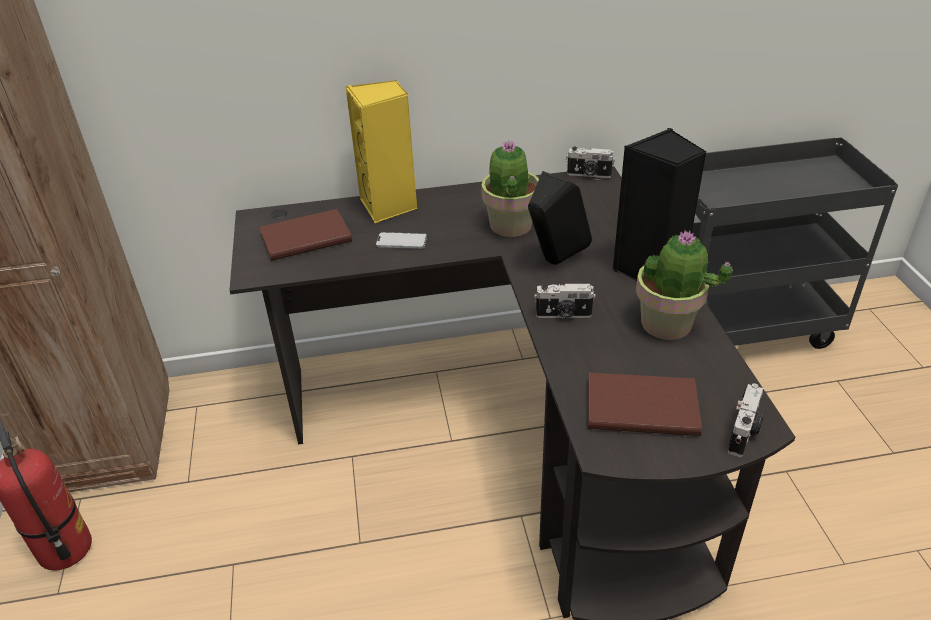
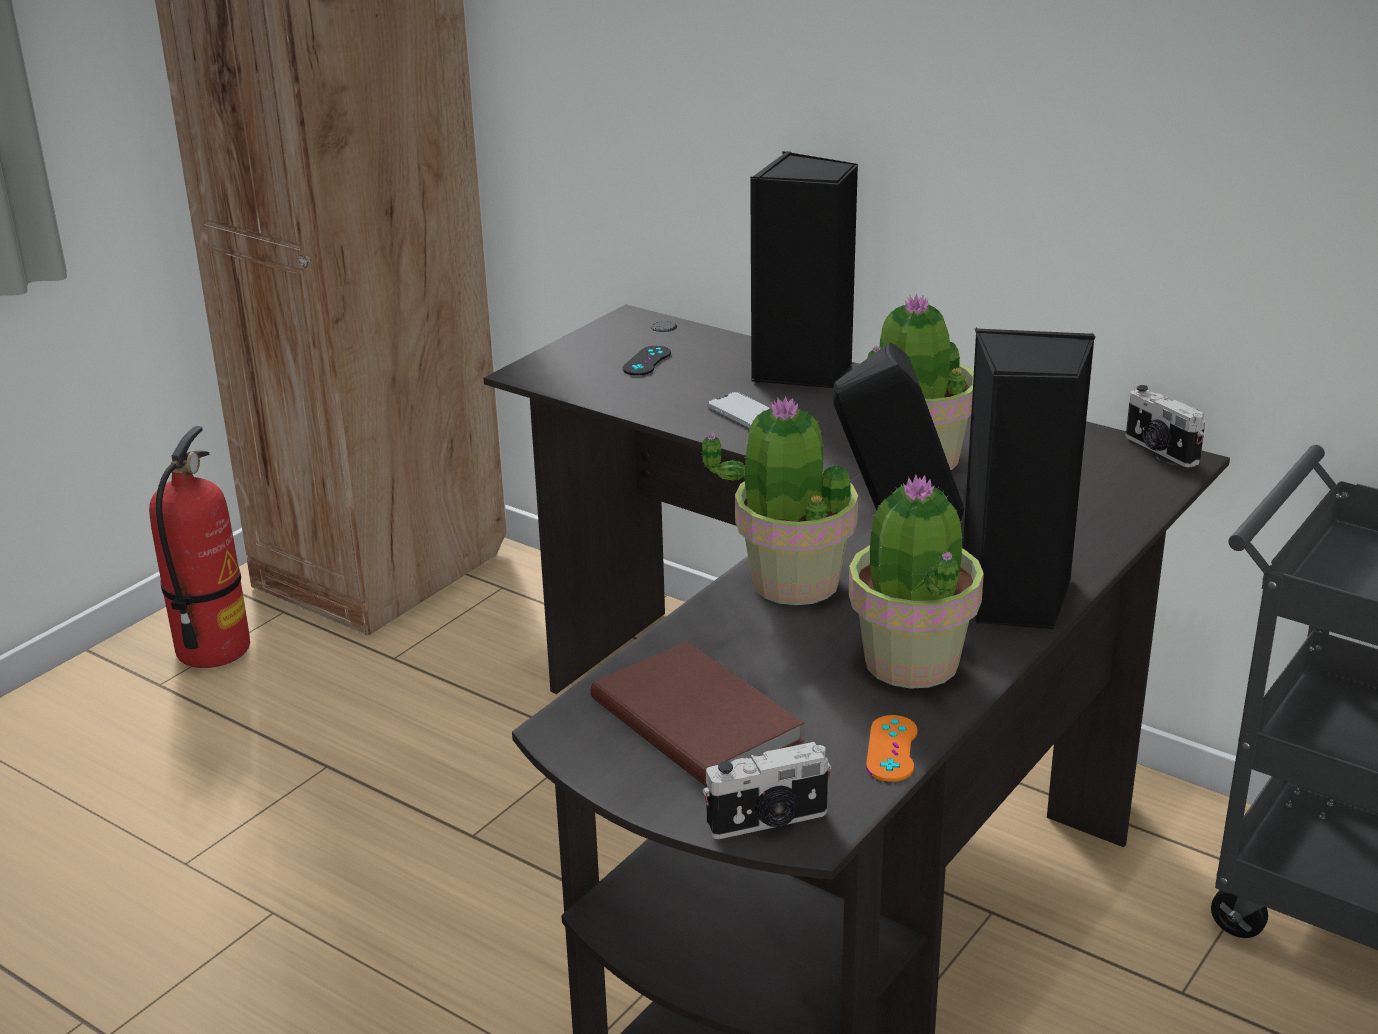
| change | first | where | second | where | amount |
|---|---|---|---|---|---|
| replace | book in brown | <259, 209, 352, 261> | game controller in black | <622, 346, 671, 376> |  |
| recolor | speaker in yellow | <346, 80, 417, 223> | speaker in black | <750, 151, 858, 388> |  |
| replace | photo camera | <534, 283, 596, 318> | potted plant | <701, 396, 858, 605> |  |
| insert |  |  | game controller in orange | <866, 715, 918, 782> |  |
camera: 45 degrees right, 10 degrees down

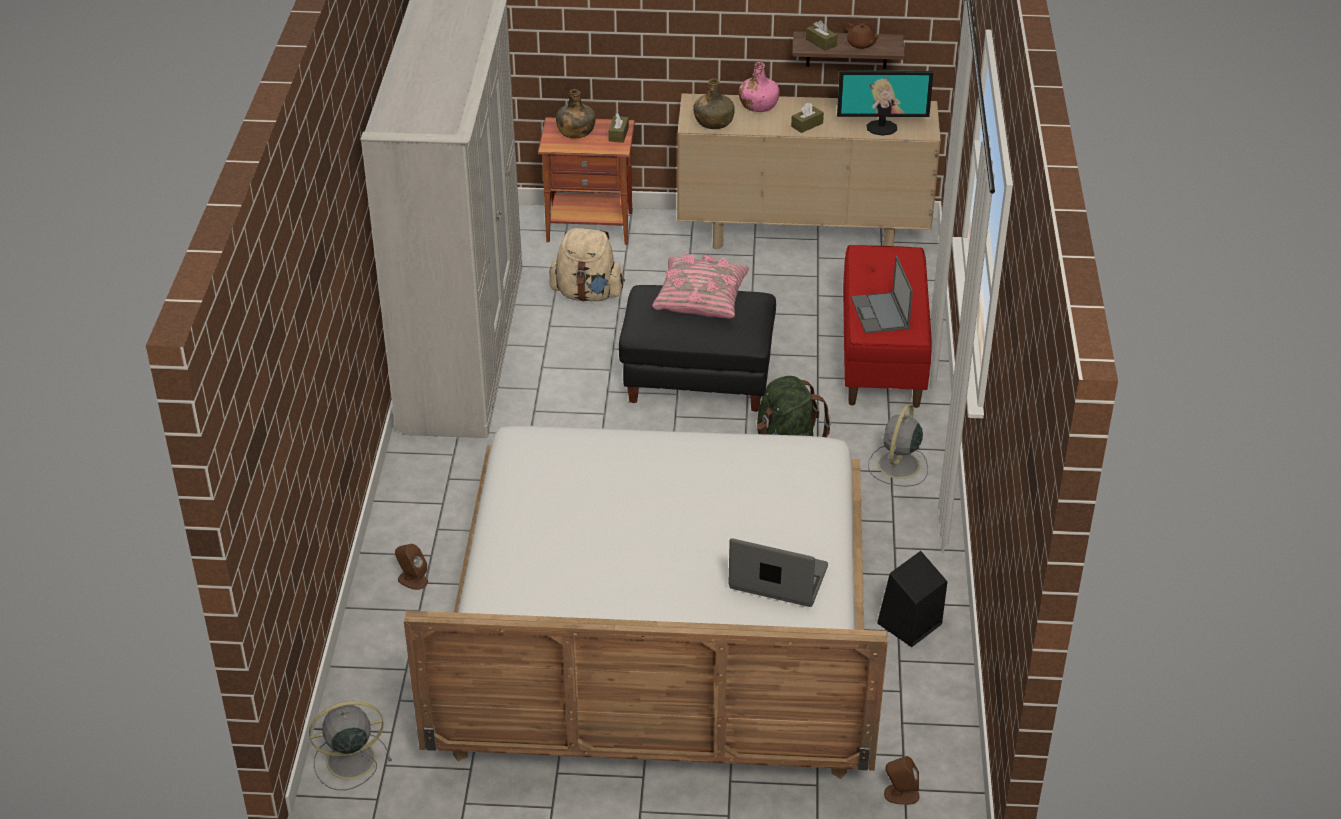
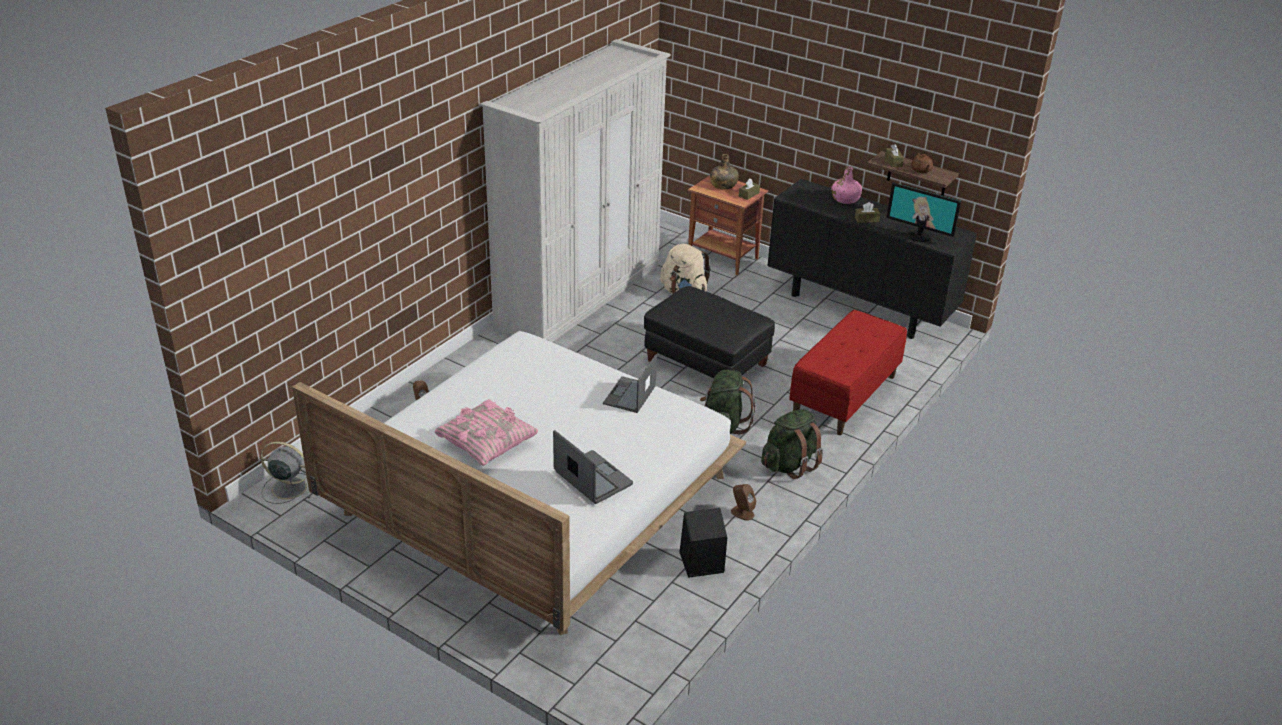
| change | first | where | second | where | amount |
|---|---|---|---|---|---|
| move | pillow in pink | <652, 252, 749, 319> |  | <435, 399, 538, 466> |  |
| recolor | dresser in beige | <677, 93, 941, 249> | dresser in black | <768, 179, 977, 339> |  |
| delete | bottle in green | <693, 78, 735, 129> |  |  |  |
| move | laptop | <851, 256, 913, 333> |  | <603, 354, 657, 413> |  |
| replace | fan in grey | <868, 404, 928, 487> | backpack in green | <761, 410, 823, 479> |  |
| move | speaker in brown | <884, 756, 919, 805> |  | <731, 484, 756, 521> |  |
camera: 30 degrees right, 5 degrees down

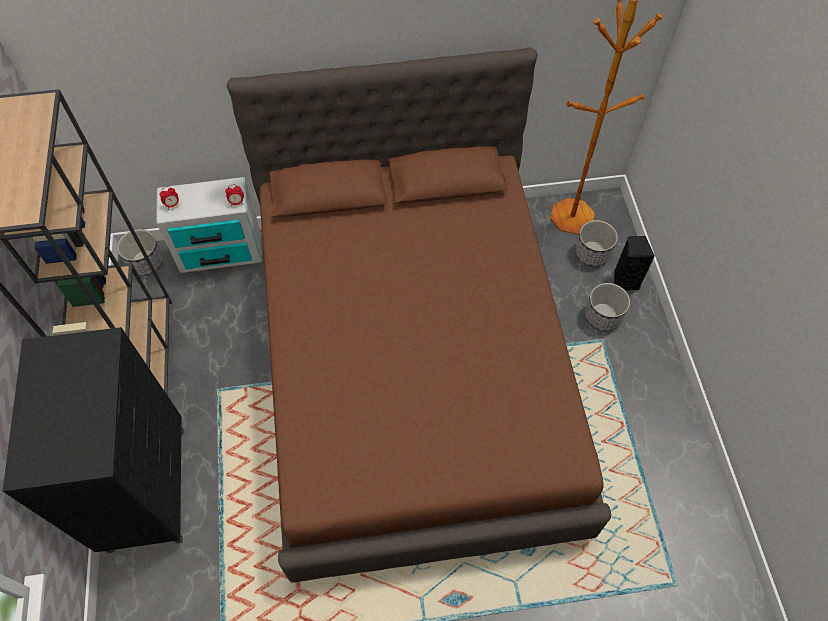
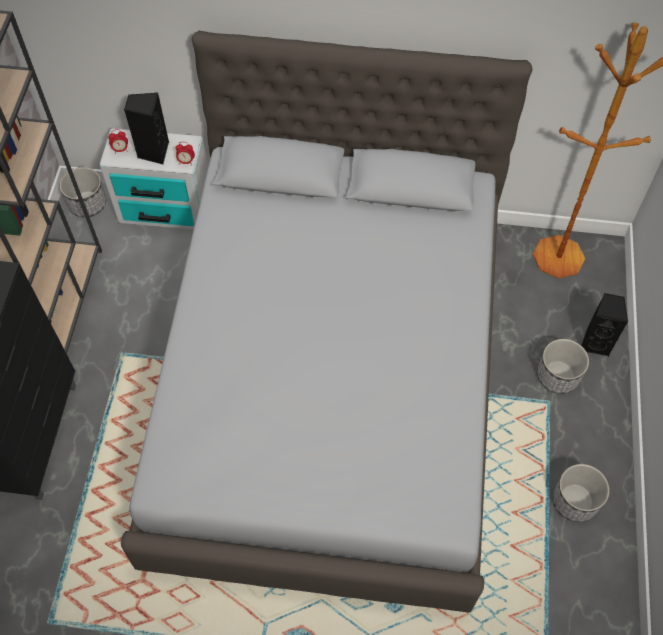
| change | first | where | second | where | amount |
|---|---|---|---|---|---|
| recolor | bed in brown | <227, 47, 611, 582> | bed in grey | <121, 31, 532, 612> |  |
| move | planter | <575, 220, 618, 267> |  | <553, 464, 610, 522> |  |
| insert |  |  | speaker in black | <124, 92, 169, 165> |  |
camera: 15 degrees right, 0 degrees up

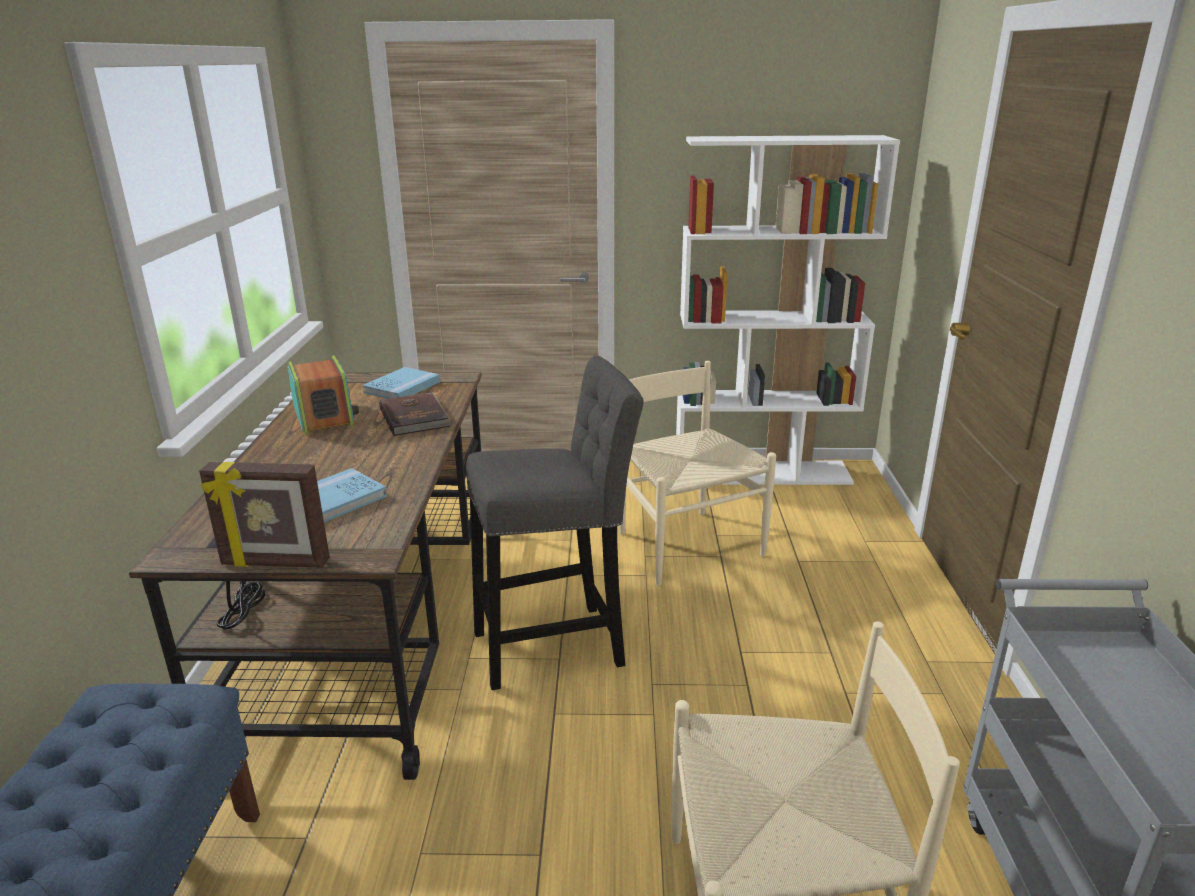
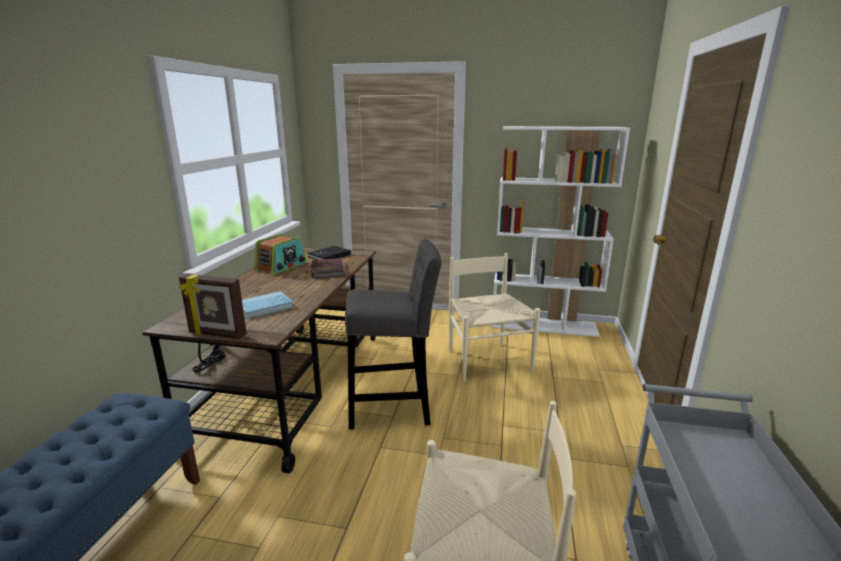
| change | first | where | second | where | amount |
|---|---|---|---|---|---|
| rotate | radio | <287, 356, 359, 435> |  | <254, 234, 307, 275> | 45 degrees clockwise |
| recolor | book in blue | <362, 367, 440, 399> | book in black | <308, 246, 351, 260> |  |
camera: 10 degrees right, 5 degrees down

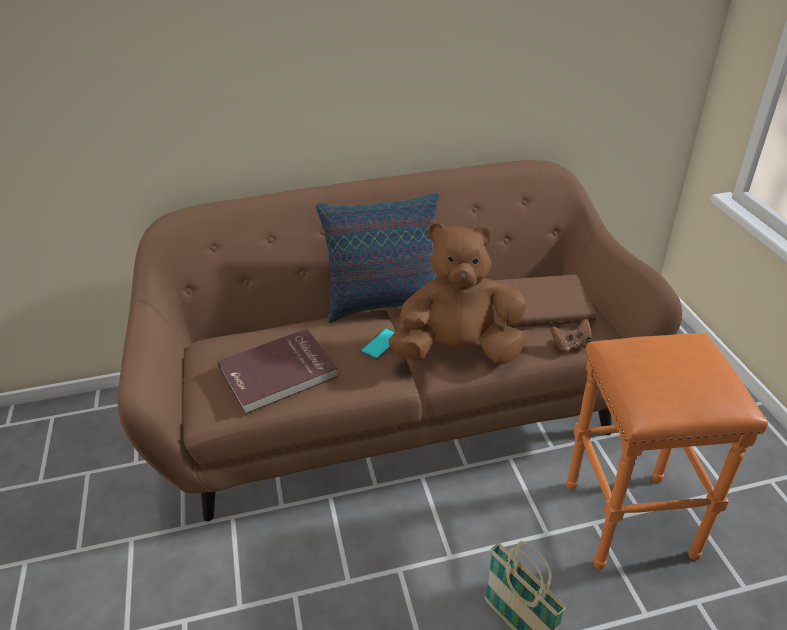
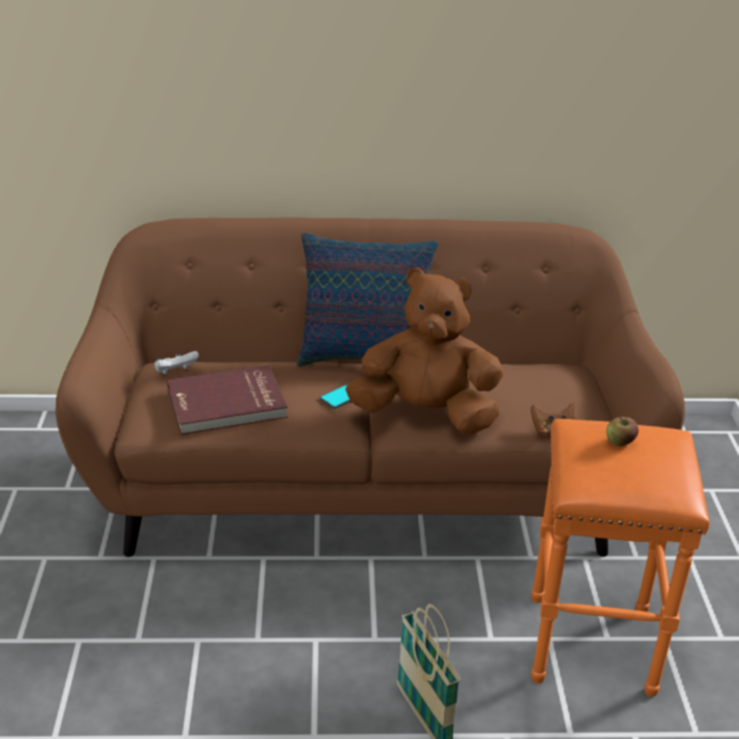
| change | first | where | second | where | amount |
|---|---|---|---|---|---|
| delete | book in brown | <493, 274, 597, 328> |  |  |  |
| insert |  |  | game controller in white | <155, 351, 199, 374> |  |
| insert |  |  | apple | <606, 417, 639, 446> |  |
camera: 10 degrees right, 5 degrees down

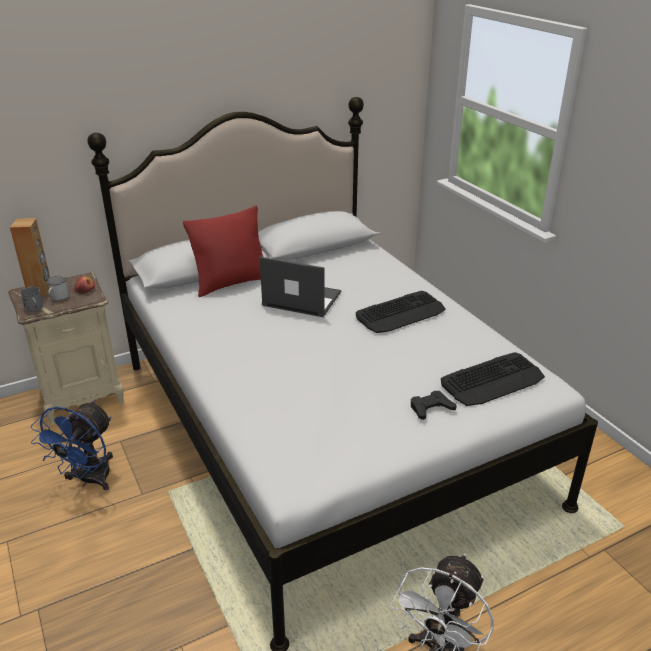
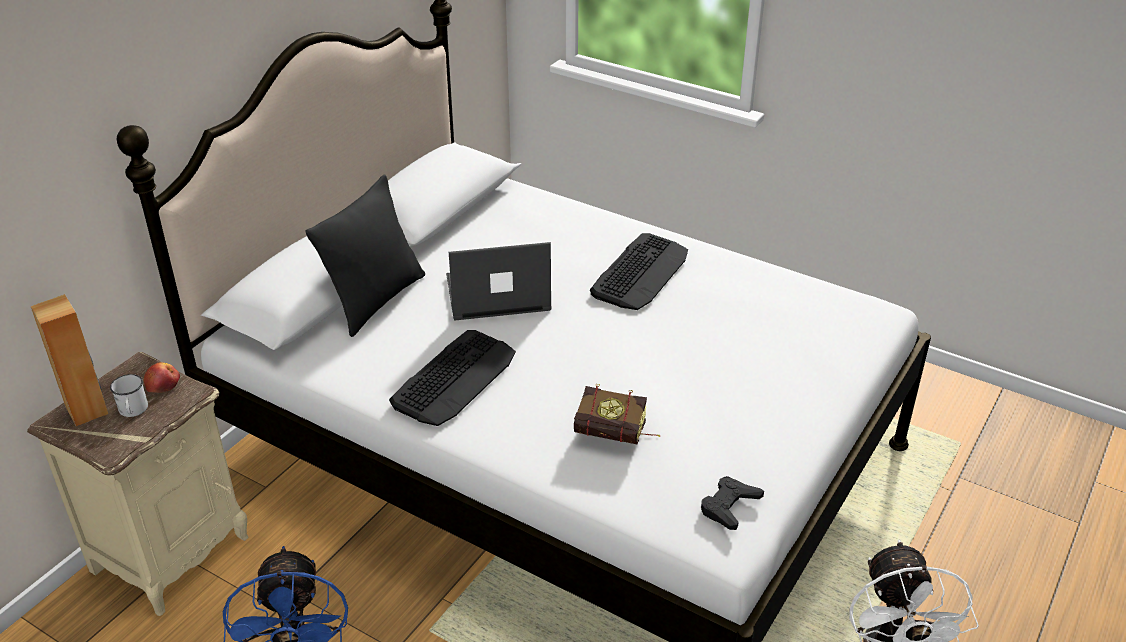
| change | first | where | second | where | amount |
|---|---|---|---|---|---|
| delete | mug in grey | <20, 286, 43, 312> |  |  |  |
| recolor | pillow in red | <183, 205, 263, 297> | pillow in black | <306, 174, 425, 337> |  |
| move | game controller in black | <411, 391, 457, 420> |  | <701, 476, 764, 530> |  |
| move | keyboard | <441, 352, 545, 406> |  | <389, 330, 516, 426> |  |
| insert |  |  | book | <574, 384, 660, 444> |  |
camera: 30 degrees left, 5 degrees up

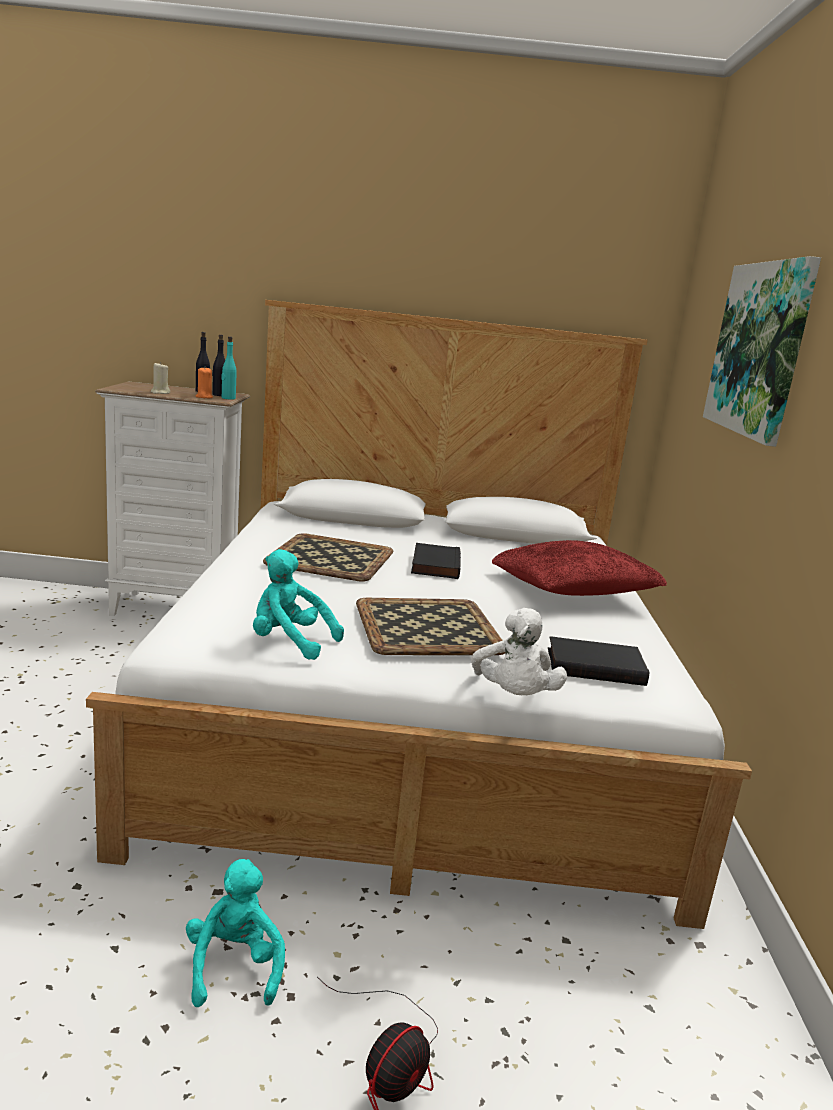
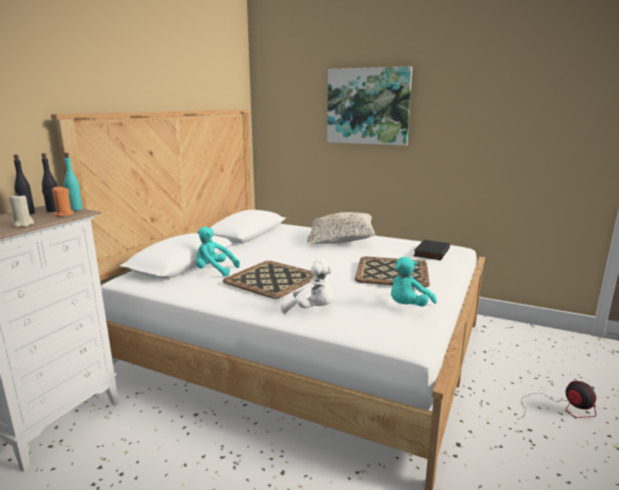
| change | first | where | second | where | amount |
|---|---|---|---|---|---|
| move | plush toy in turquoise | <186, 859, 285, 1007> |  | <196, 227, 240, 276> |  |
| delete | book in black | <411, 543, 461, 579> |  |  |  |
| move | plush toy in white | <471, 608, 567, 695> |  | <281, 259, 334, 313> |  |
| recolor | pillow in red | <492, 540, 667, 596> | pillow in beige | <307, 212, 375, 244> |  |
camera: 65 degrees left, 0 degrees up

